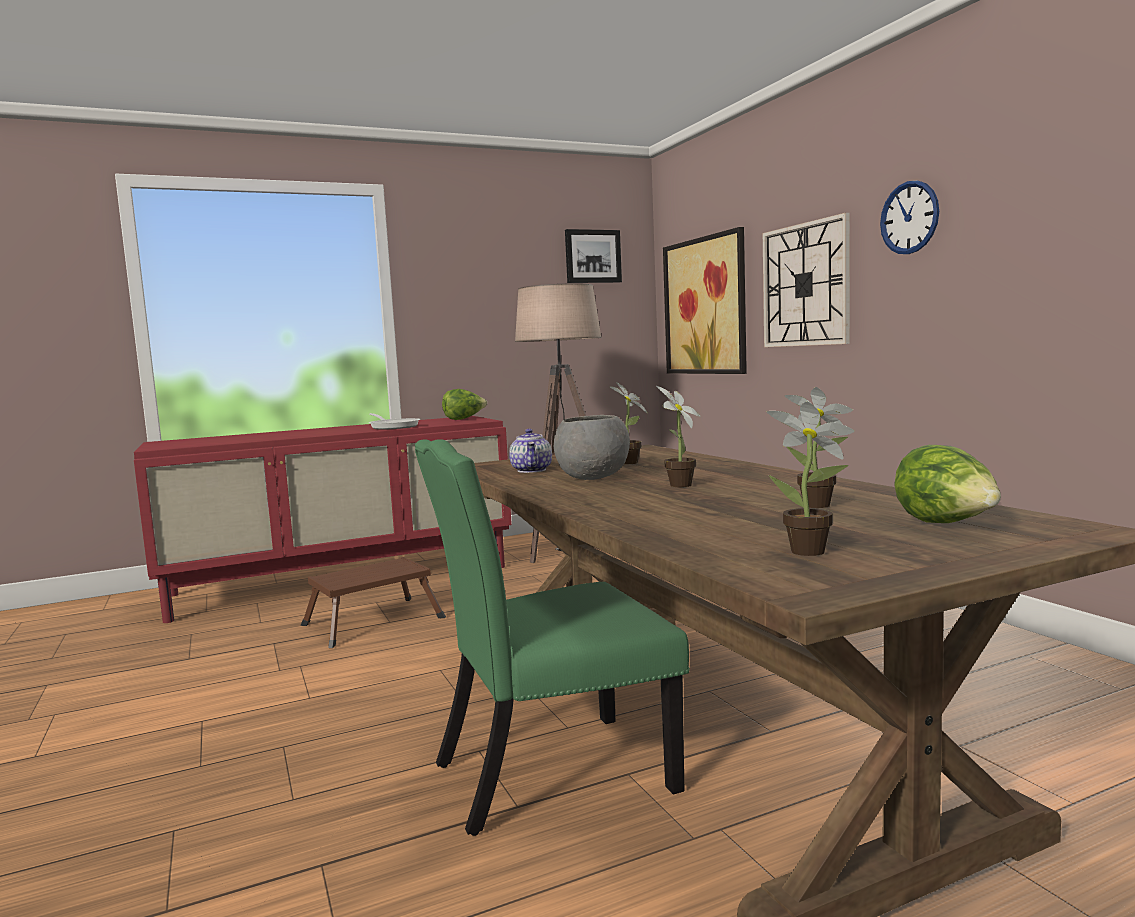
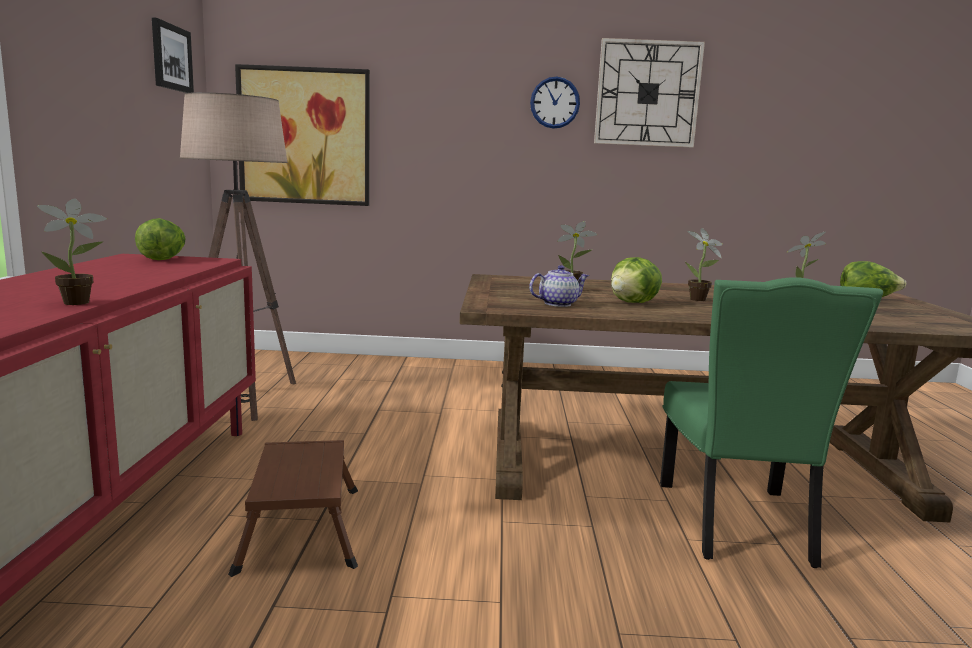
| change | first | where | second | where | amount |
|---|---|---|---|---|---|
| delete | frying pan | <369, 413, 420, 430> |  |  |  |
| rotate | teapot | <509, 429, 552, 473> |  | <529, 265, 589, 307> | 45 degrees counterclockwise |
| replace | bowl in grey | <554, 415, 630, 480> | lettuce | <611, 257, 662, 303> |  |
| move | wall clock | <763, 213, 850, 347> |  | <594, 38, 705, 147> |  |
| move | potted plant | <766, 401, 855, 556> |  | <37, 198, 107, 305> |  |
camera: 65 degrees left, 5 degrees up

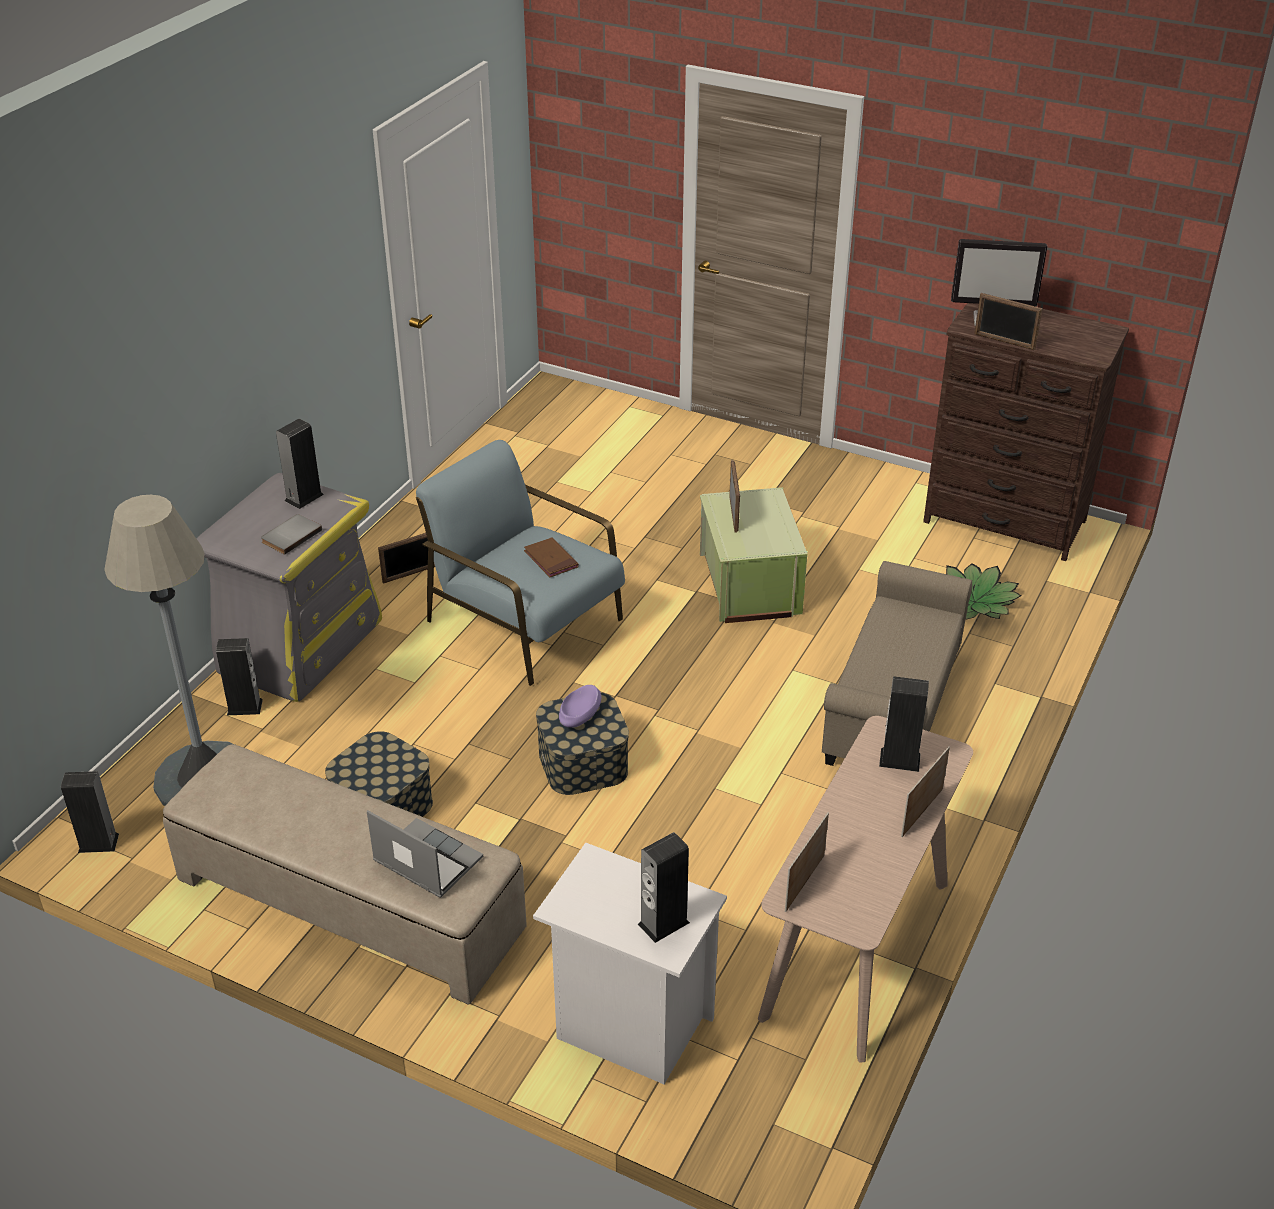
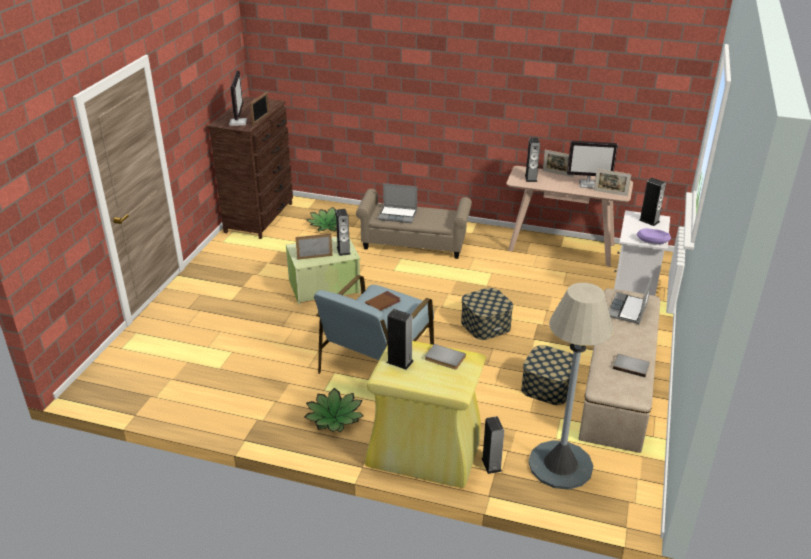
| change | first | where | second | where | amount |
|---|---|---|---|---|---|
| move | speaker | <61, 771, 119, 853> |  | <336, 209, 351, 256> |  |
| recolor | nightstand in grey | <196, 473, 382, 702> | nightstand in yellow | <365, 341, 486, 488> |  |
| replace | picture frame | <378, 533, 435, 584> | potted plant | <305, 388, 364, 432> |  |
| move | bowl in purple | <559, 685, 601, 728> |  | <637, 228, 671, 245> |  |
| insert |  |  | laptop | <378, 183, 417, 223> |  |
| insert |  |  | monitor | <567, 141, 618, 188> |  |
| insert |  |  | book in grey | <613, 354, 650, 377> |  |
camera: 100 degrees left, 5 degrees down

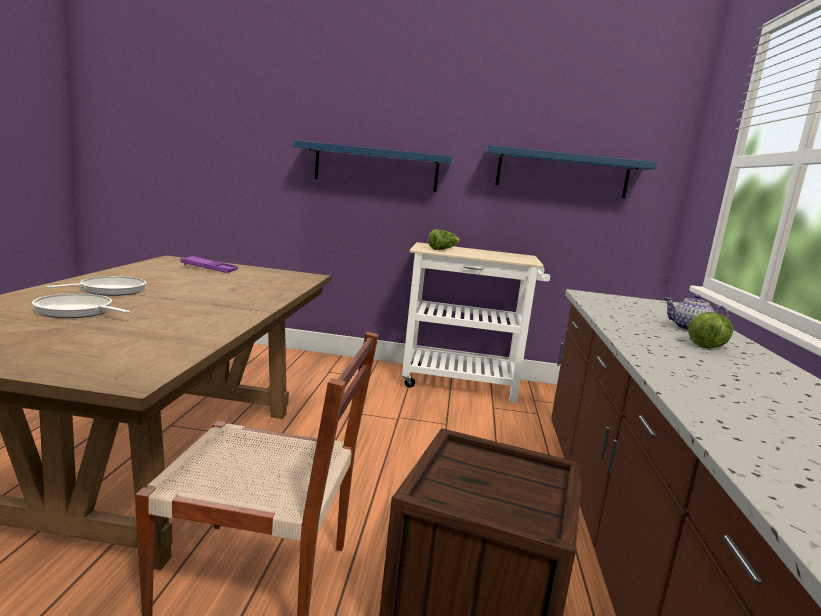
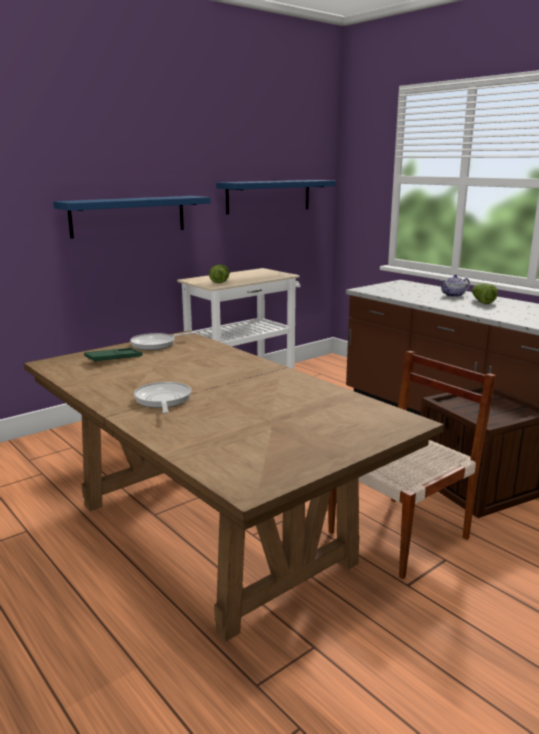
| change | first | where | second | where | amount |
|---|---|---|---|---|---|
| move | frying pan | <32, 293, 131, 318> |  | <130, 332, 196, 350> |  |
| recolor | tray in purple | <180, 256, 238, 273> | tray in green | <84, 348, 142, 363> |  |
camera: 45 degrees left, 5 degrees up

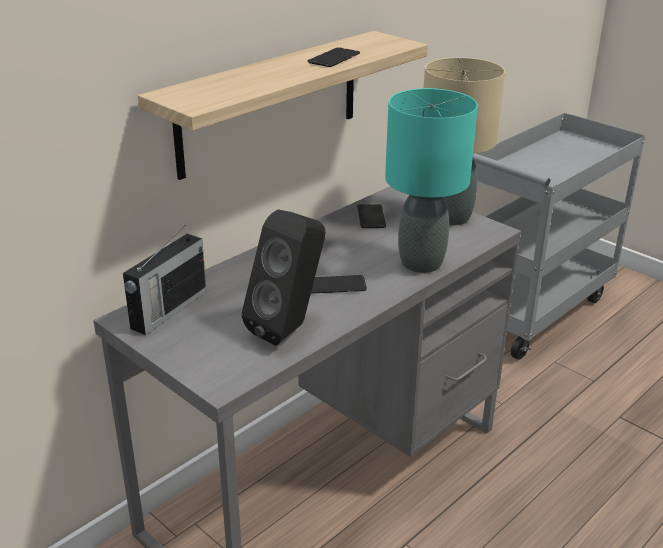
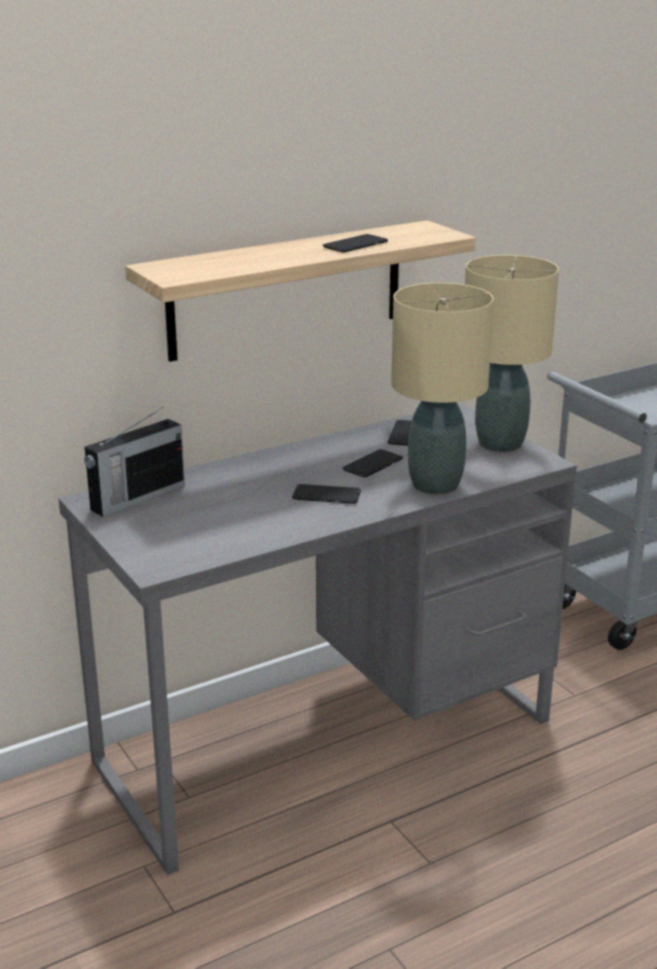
| change | first | where | second | where | amount |
|---|---|---|---|---|---|
| delete | speaker in black | <242, 209, 326, 345> |  |  |  |
| recolor | table lamp in turquoise | <385, 88, 478, 273> | table lamp in beige | <391, 283, 494, 494> |  |
| insert |  |  | phone | <343, 449, 403, 477> |  |
camera: 15 degrees right, 5 degrees down

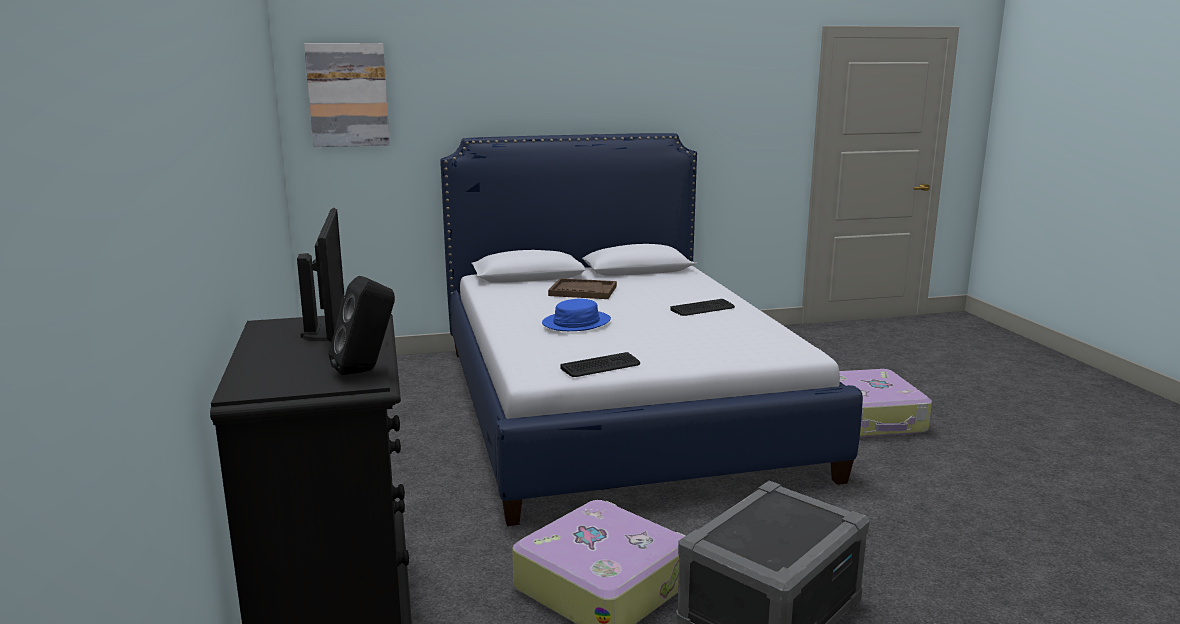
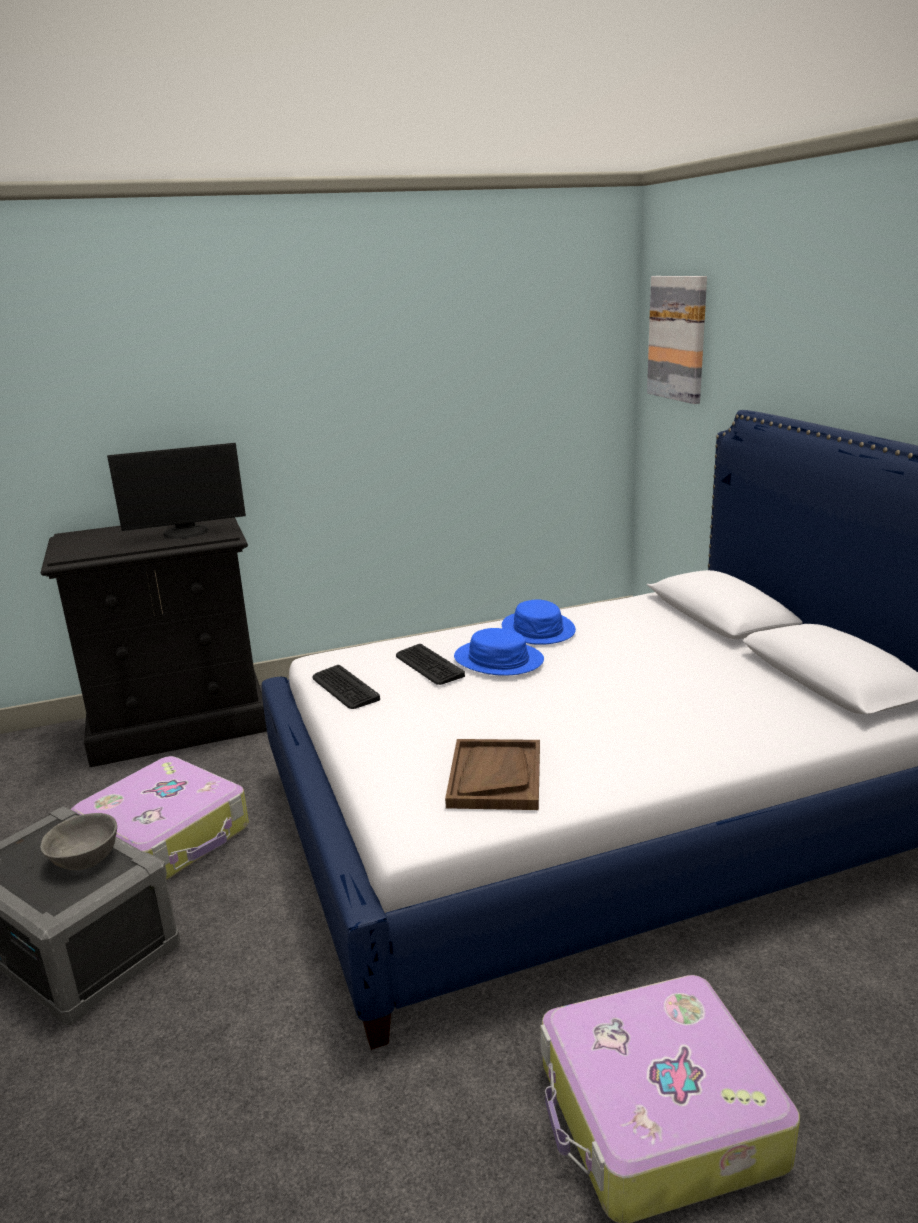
| change | first | where | second | where | amount |
|---|---|---|---|---|---|
| delete | speaker in black | <329, 276, 395, 375> |  |  |  |
| move | tray in brown | <548, 278, 617, 299> |  | <445, 739, 540, 810> |  |
| move | keyboard | <670, 299, 735, 316> |  | <396, 644, 465, 685> |  |
| insert |  |  | bowl in grey | <40, 813, 117, 870> |  |
| insert |  |  | hat in blue | <502, 599, 576, 645> |  |
camera: 85 degrees right, 5 degrees up

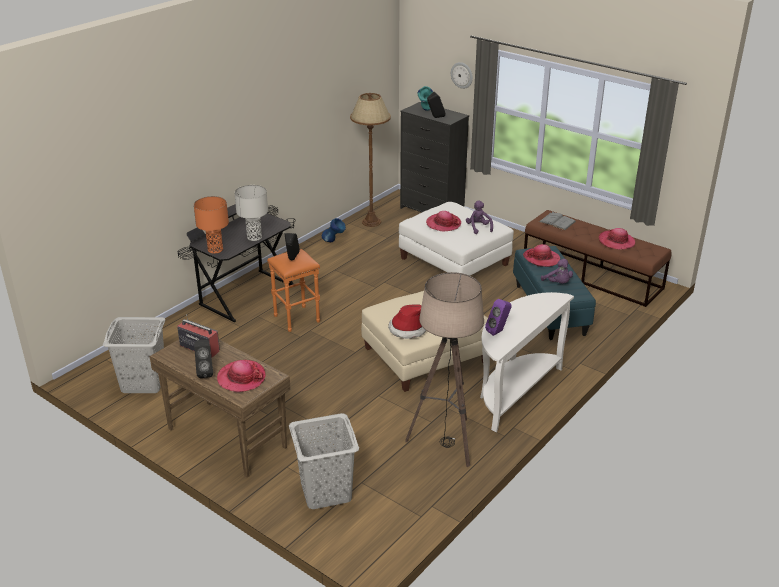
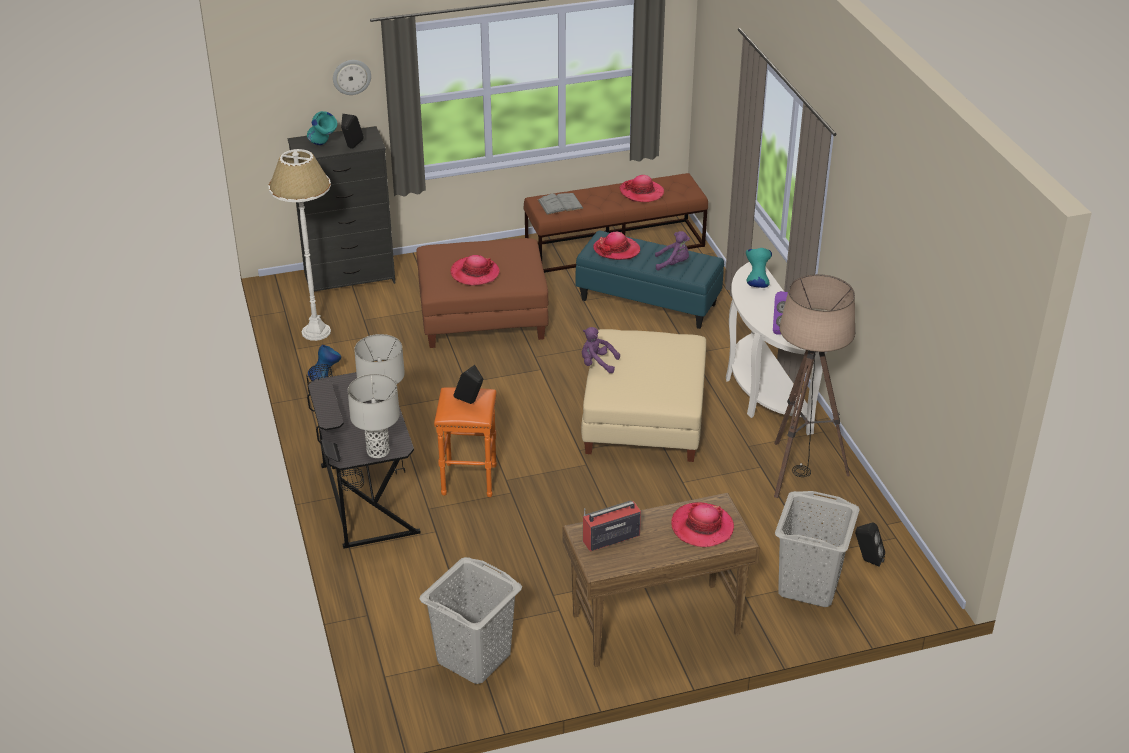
| change | first | where | second | where | amount |
|---|---|---|---|---|---|
| recolor | table lamp in orange | <194, 196, 229, 254> | table lamp in white | <348, 374, 400, 458> |  |
| move | speaker in black | <194, 339, 213, 378> |  | <855, 522, 885, 567> |  |
| recolor | floor lamp in brown | <350, 93, 391, 227> | floor lamp in white | <268, 149, 331, 341> |  |
| delete | hat | <388, 304, 426, 339> |  |  |  |
| recolor | ottoman in white | <399, 202, 514, 276> | ottoman in brown | <416, 238, 548, 348> |  |
| move | plush toy in purple | <466, 201, 493, 234> |  | <582, 327, 620, 373> |  |
| insert |  |  | vase in turquoise | <746, 248, 772, 288> |  |
camera: 55 degrees left, 5 degrees up

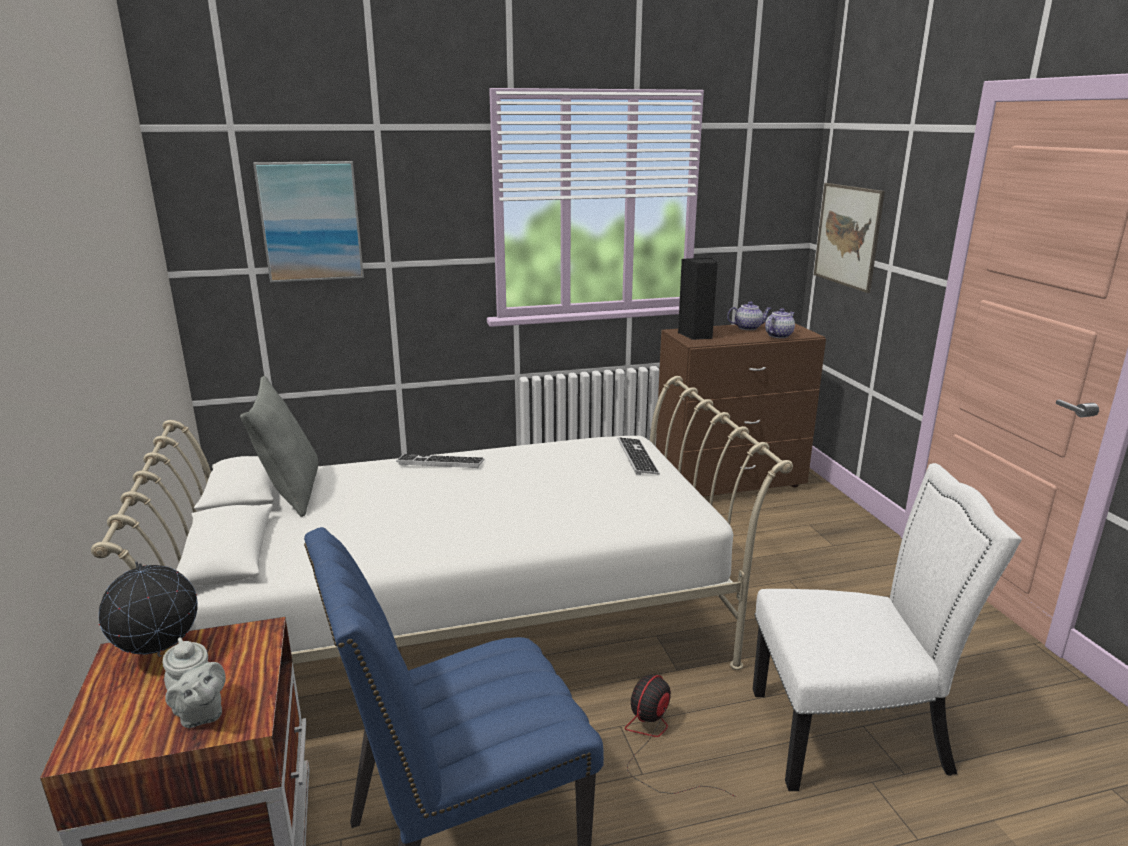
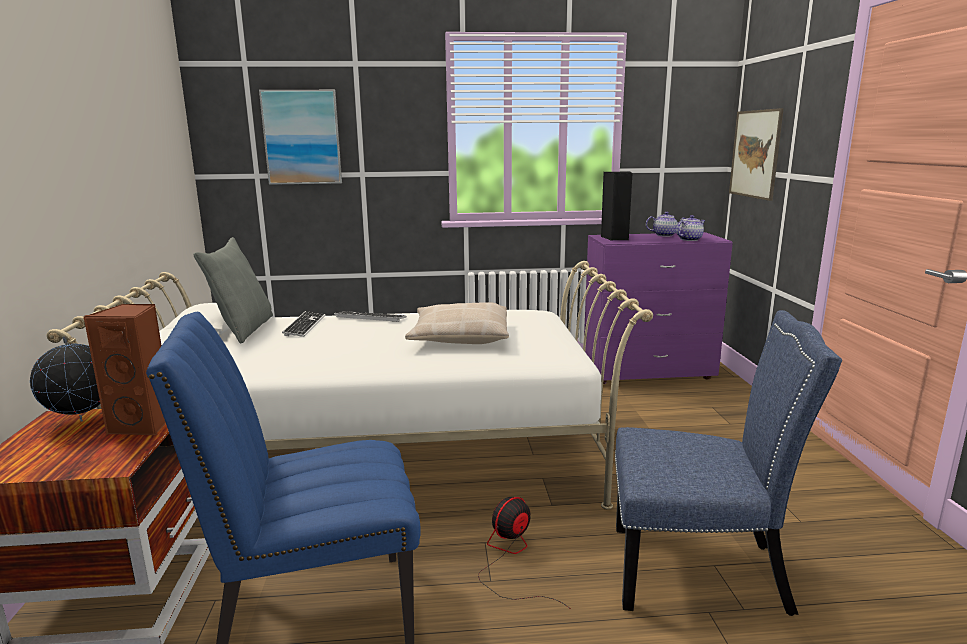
| change | first | where | second | where | amount |
|---|---|---|---|---|---|
| delete | teapot in grey | <163, 637, 226, 728> |  |  |  |
| move | keyboard | <618, 437, 660, 475> |  | <282, 311, 326, 337> |  |
| recolor | dresser in brown | <656, 322, 826, 497> | dresser in purple | <584, 232, 733, 384> |  |
| recolor | chair in white | <753, 463, 1022, 791> | chair in blue | <615, 310, 842, 616> |  |
| insert |  |  | speaker in brown | <84, 304, 166, 436> |  |
| insert |  |  | pillow in beige | <405, 303, 509, 344> |  |
camera: 10 degrees right, 5 degrees down

